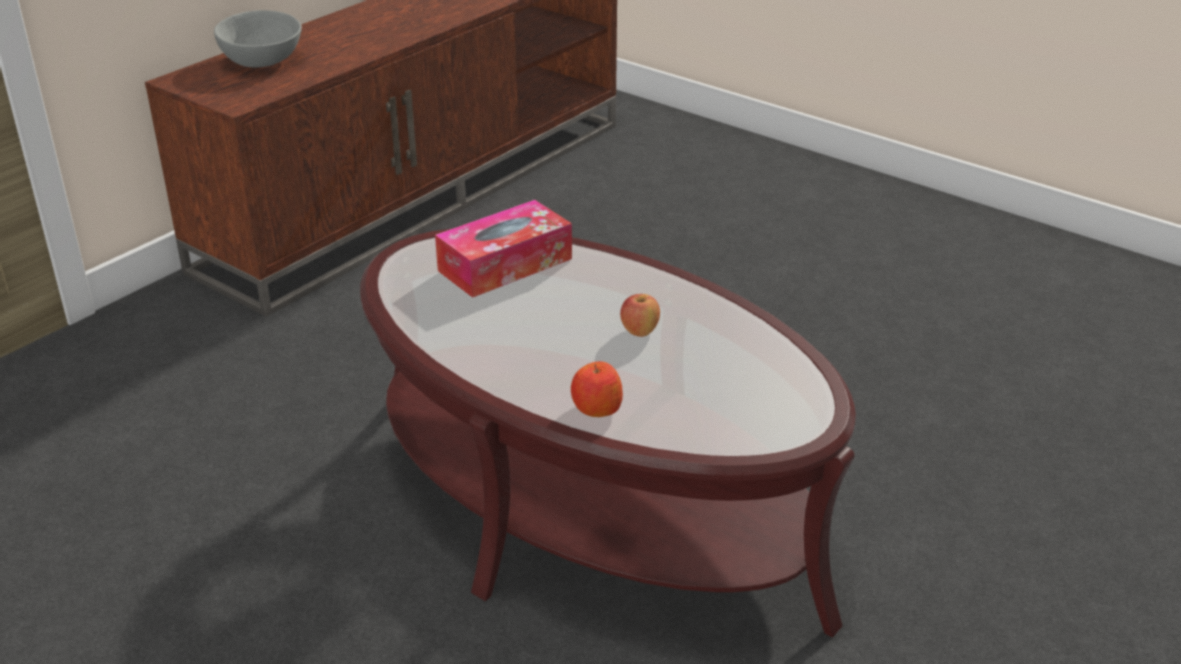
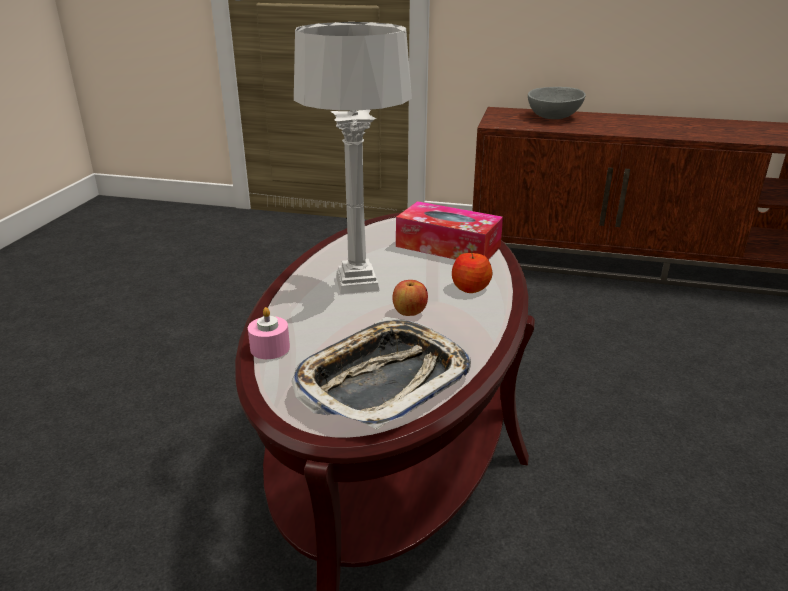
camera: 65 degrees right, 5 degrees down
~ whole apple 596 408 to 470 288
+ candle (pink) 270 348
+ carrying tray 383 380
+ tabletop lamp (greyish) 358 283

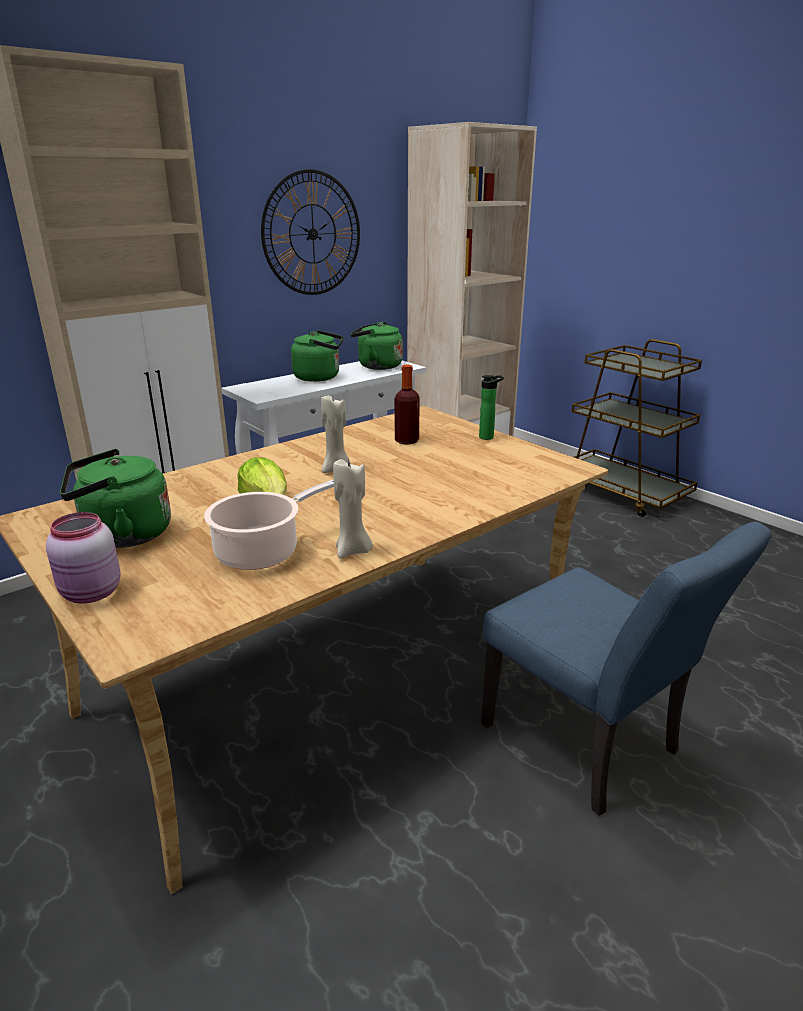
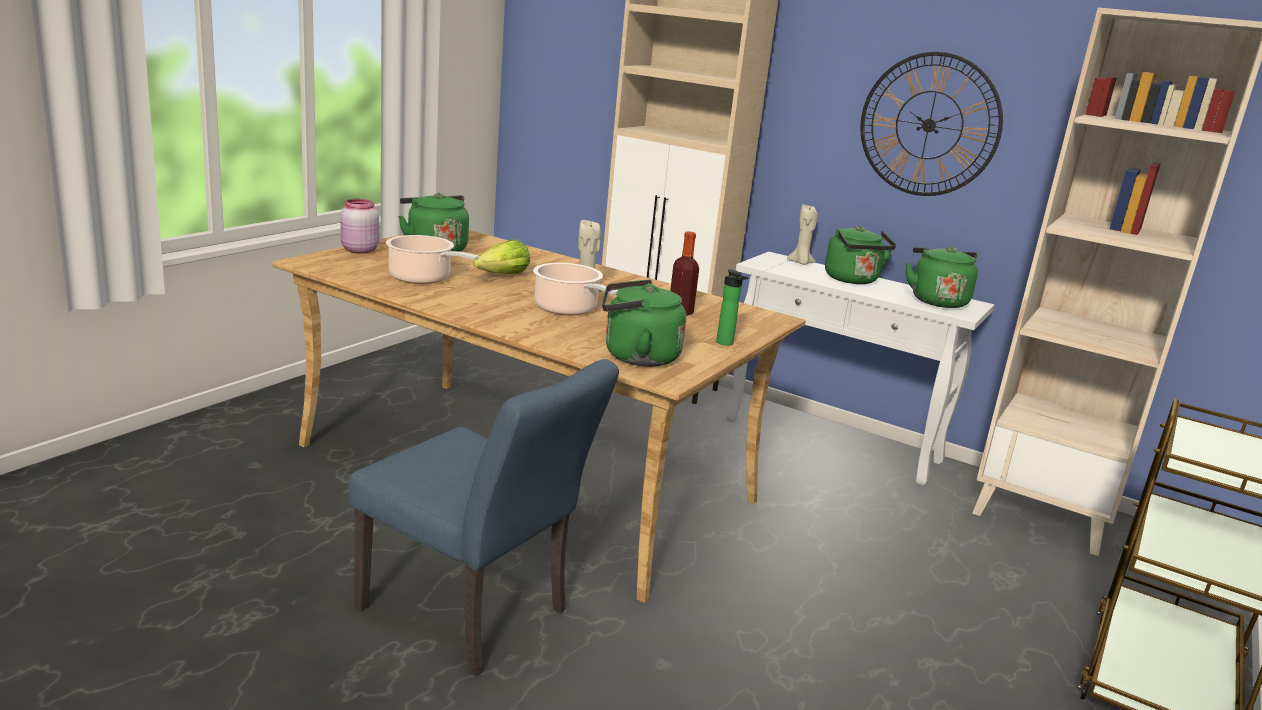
camera: 70 degrees right, 5 degrees down
~ candle (sand-coloured) 353 551 to 801 263
~ plain chair (blue-coloured) 590 746 = 474 616 90 degrees counterclockwise
+ cooking pot 568 309
+ tea kettle (greenish) 636 357

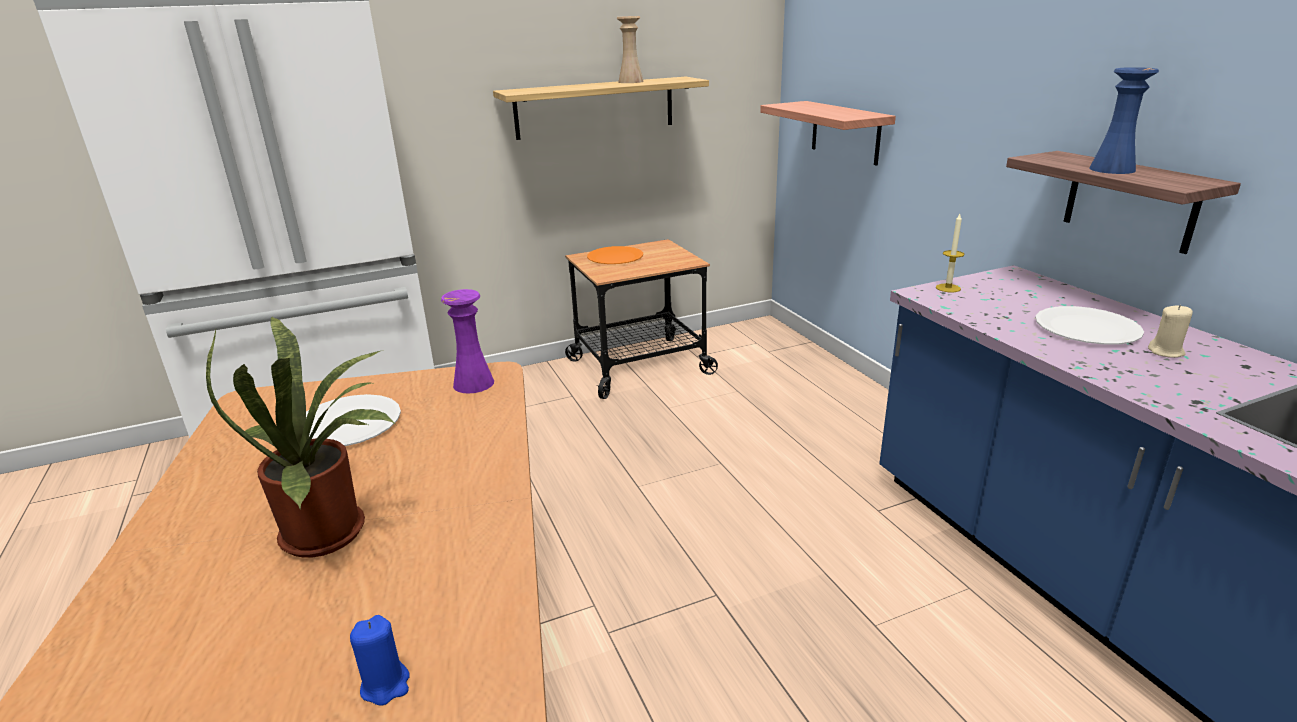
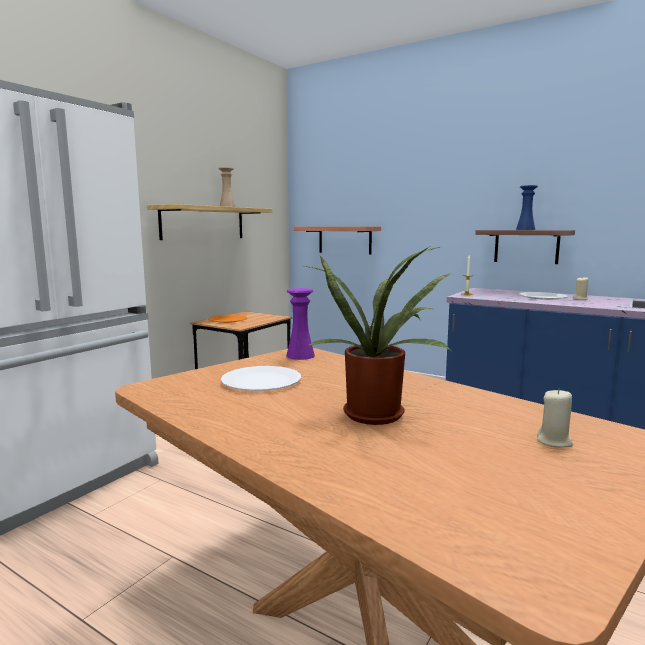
camera: 35 degrees left, 15 degrees down
~ candle (blue-coloured) 385 685 to candle (sand-coloured) 554 441

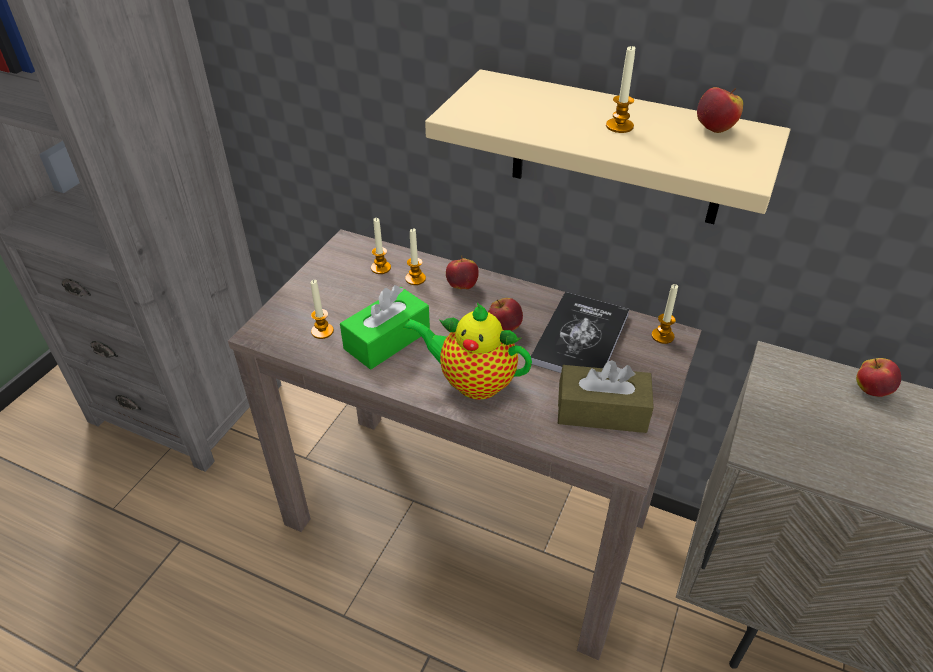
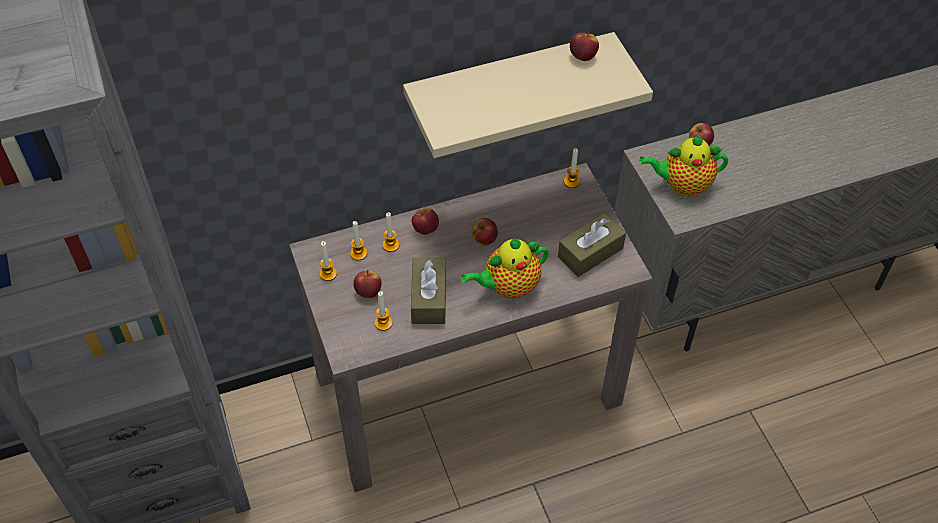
camera: 45 degrees left, 10 degrees up
~ tissue box (greenish) 387 339 to tissue box (brownish) 429 298
- book 580 338
~ candle 619 126 to 328 274
+ whole apple 368 291
+ tea pot 682 185

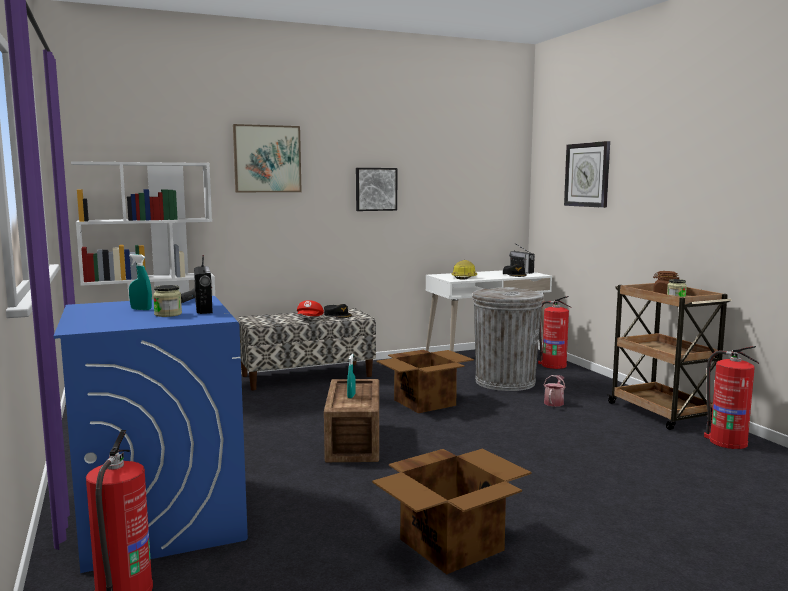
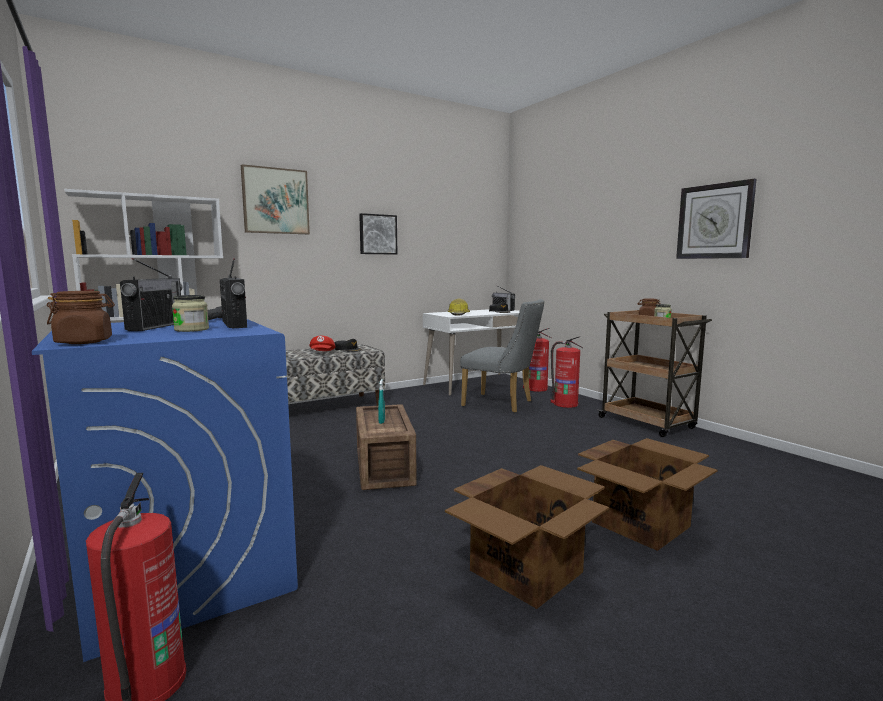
camera: 10 degrees left, 0 degrees up
~ hand sprayer (turquoise) 141 309 to radio set 155 327
~ carton 425 402 to 642 524
~ rubbish bin (greyish) 505 382 to plain chair (greyish) 502 404
- watering pot 554 402
~ clock on the wall 587 175 to 714 221
~ fire-fighting cylinder 727 442 to 565 404
+ storage jar (brownish) 85 342

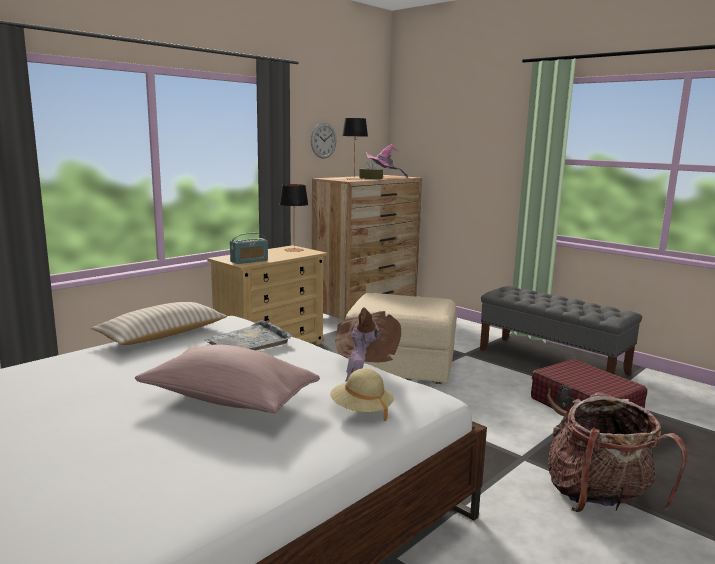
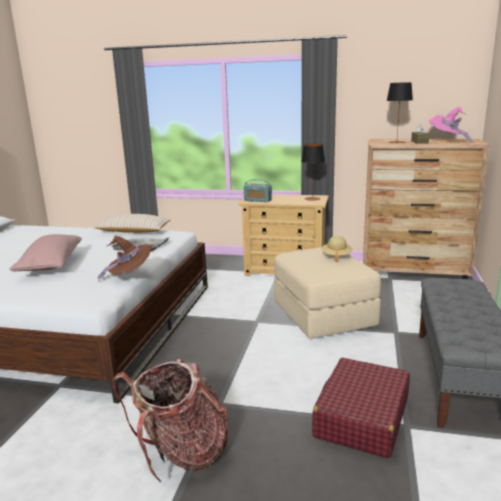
camera: 60 degrees right, 5 degrees up
- clock on the wall 323 140
~ clothing hat (sand-coloured) 361 410 to 336 256

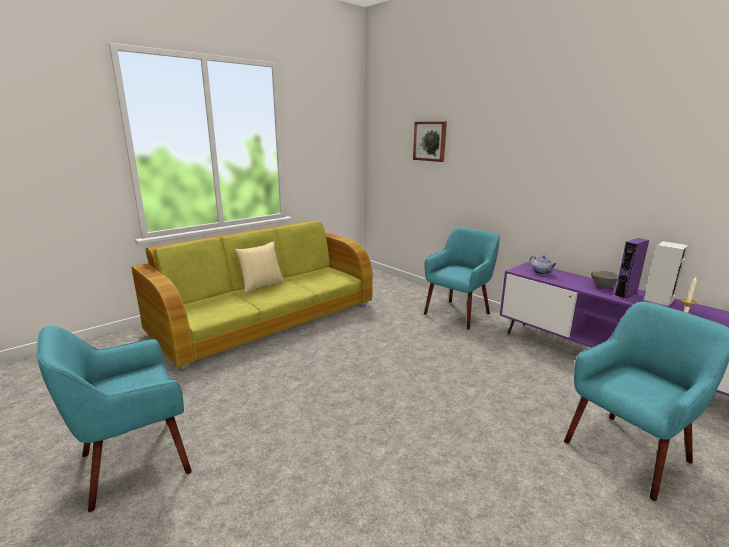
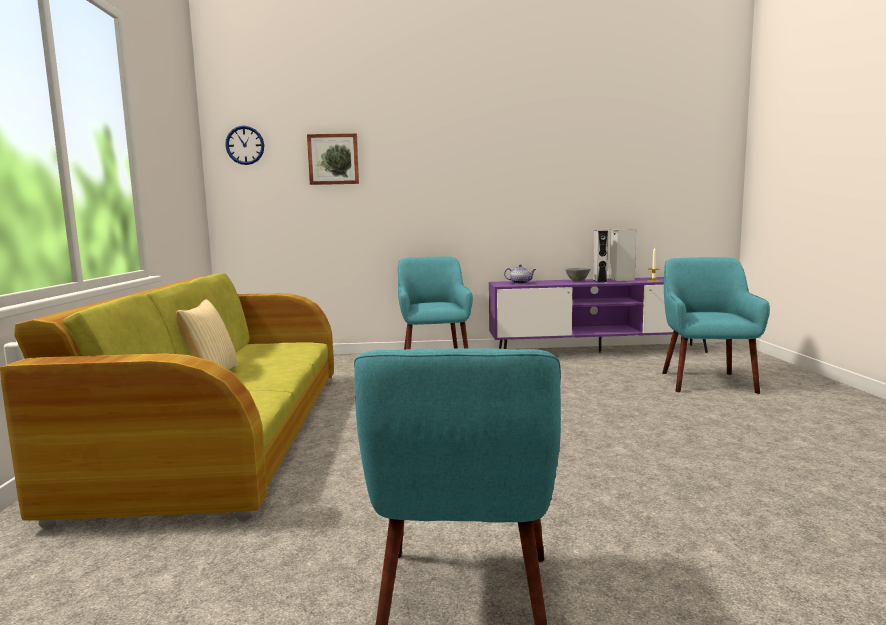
camera: 50 degrees left, 10 degrees down
~ speaker (purple-coloured) 625 294 to speaker (greyish) 599 281
+ clock on the wall 245 145

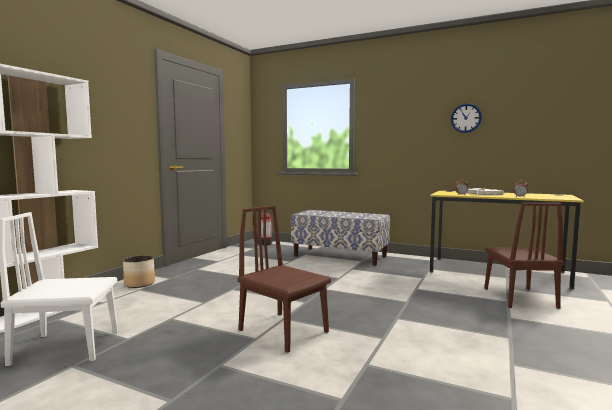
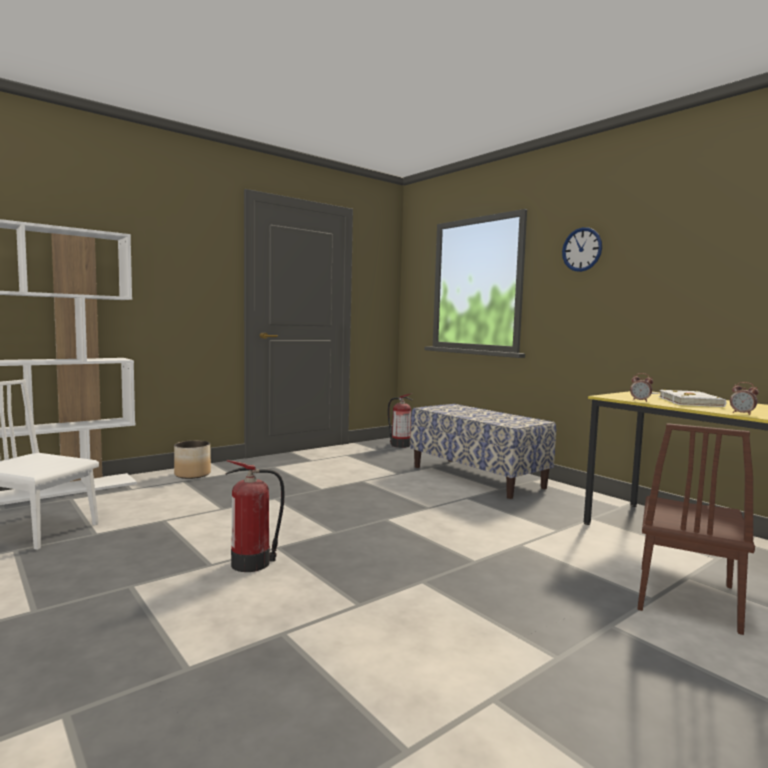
camera: 25 degrees right, 0 degrees up
~ plain chair (brownish) 283 331 to fire-fighting cylinder 253 563
~ clock on the wall 466 118 to 582 249

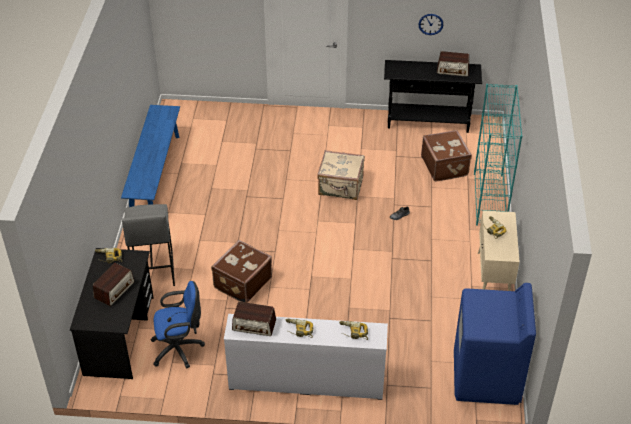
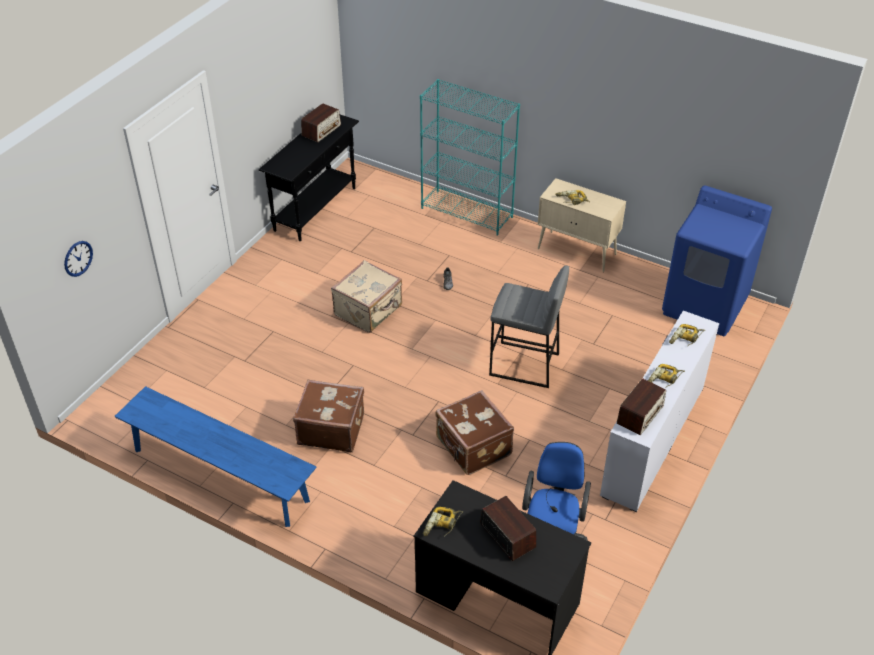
camera: 65 degrees left, 0 degrees up
~ sitting stool (greyish) 153 270 to 524 365
~ clock on the wall 430 24 to 78 258
~ travel case (brownish) 445 166 to 331 429

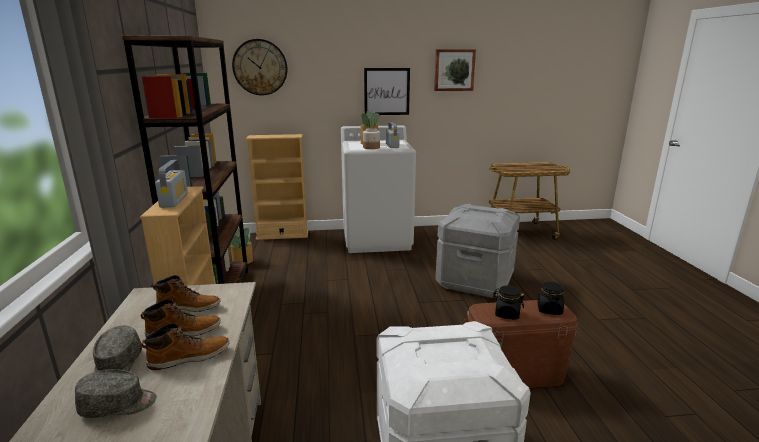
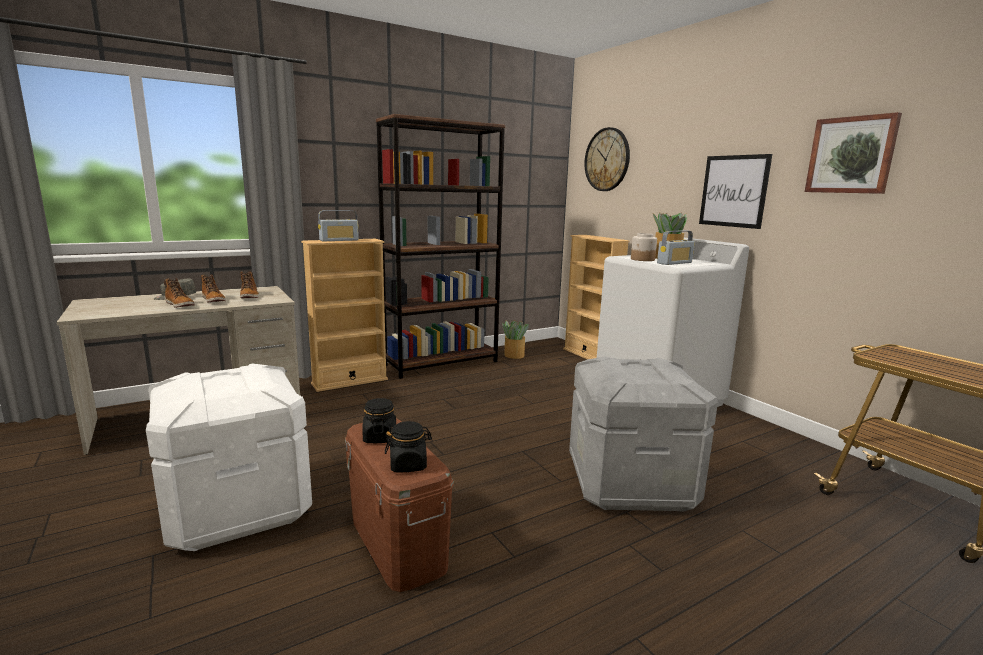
camera: 65 degrees right, 5 degrees down
- cap (greyish) 118 405

